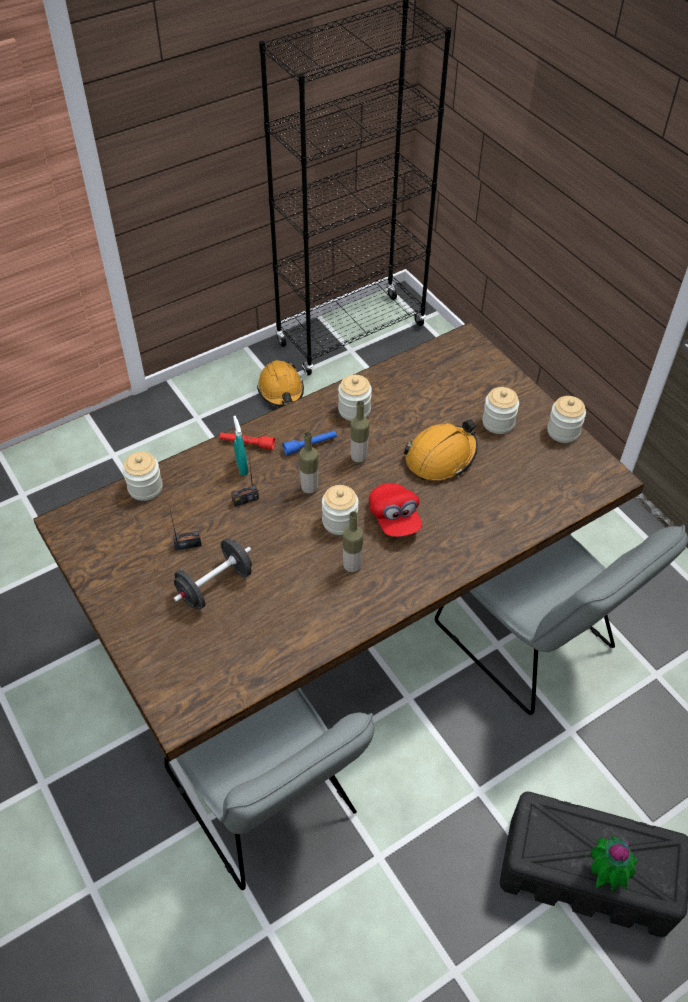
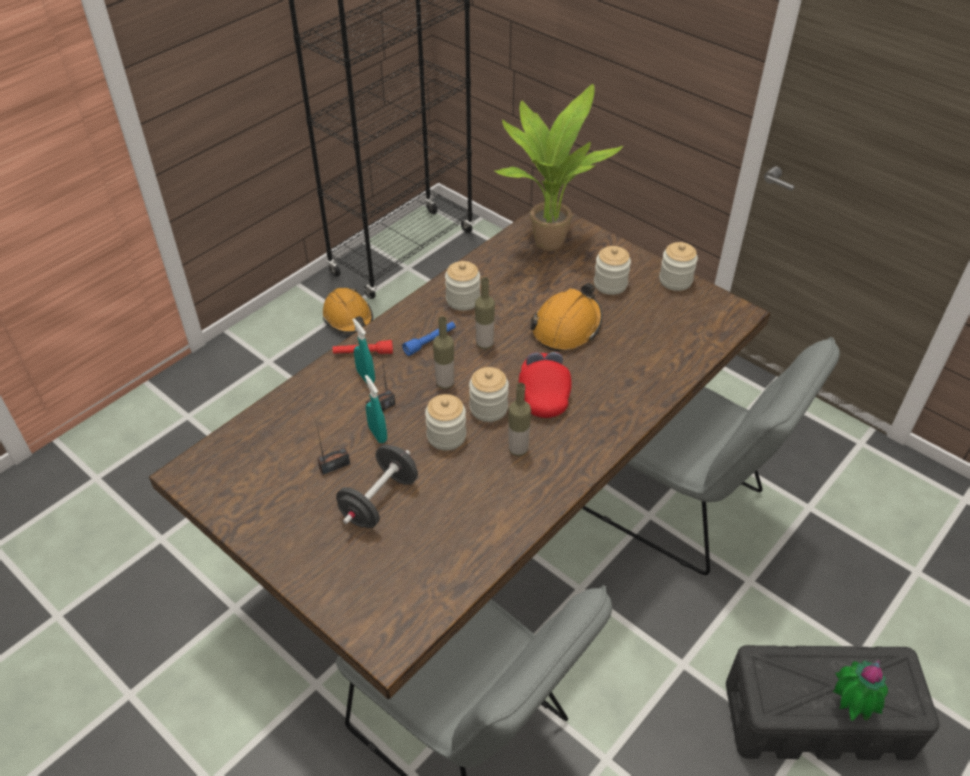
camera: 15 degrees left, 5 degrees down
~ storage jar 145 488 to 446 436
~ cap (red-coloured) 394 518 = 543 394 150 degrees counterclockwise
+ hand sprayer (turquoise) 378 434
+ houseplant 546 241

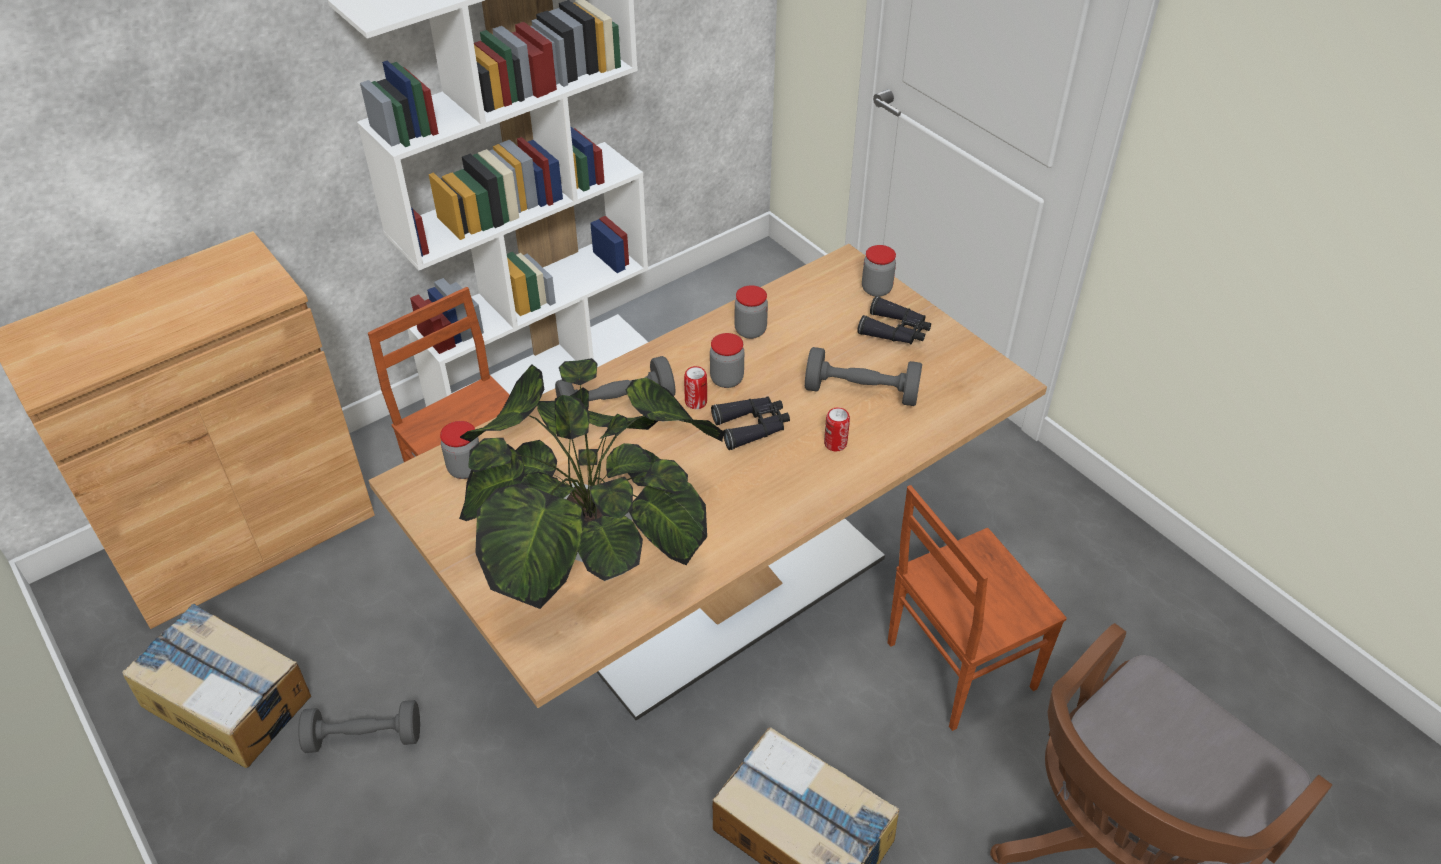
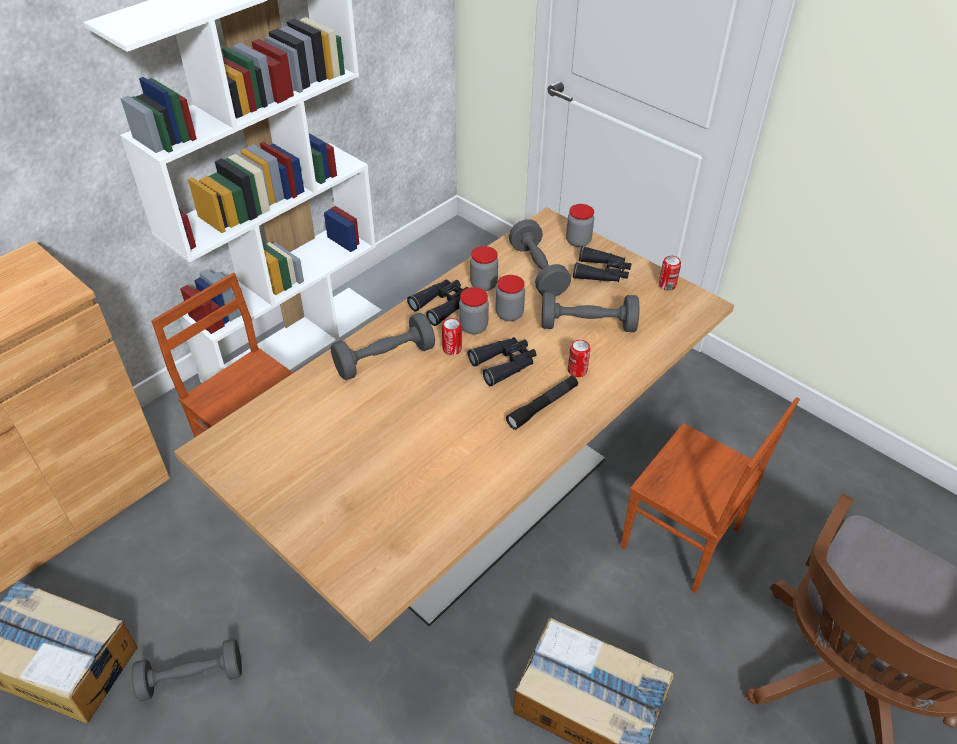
camera: 10 degrees left, 0 degrees up
~ storage jar 465 469 to 509 314
- houseplant 591 537
~ plain chair (brownish) 957 665 = 681 540 105 degrees counterclockwise
+ pair of binoculars (black-coloured) 443 305
+ hand torch (black-coloured) 543 406
+ dumbbell (greyish) 538 271
+ can 667 285

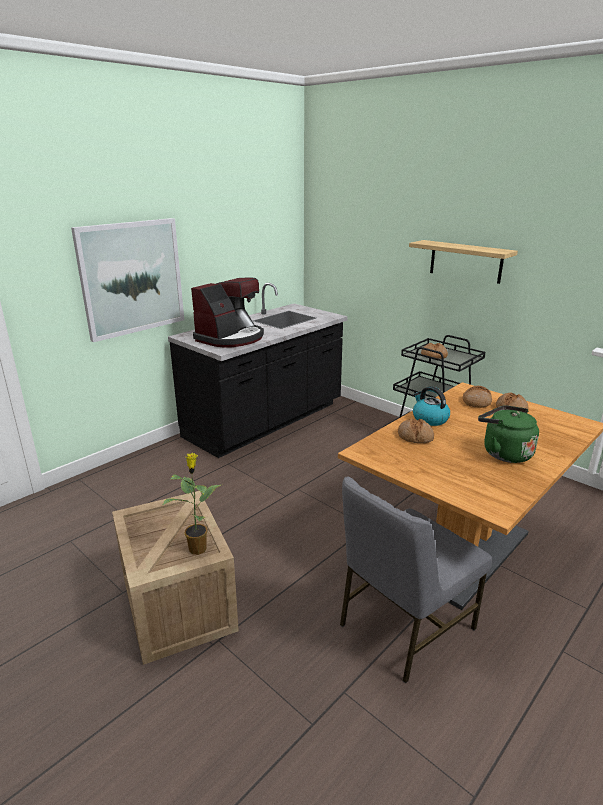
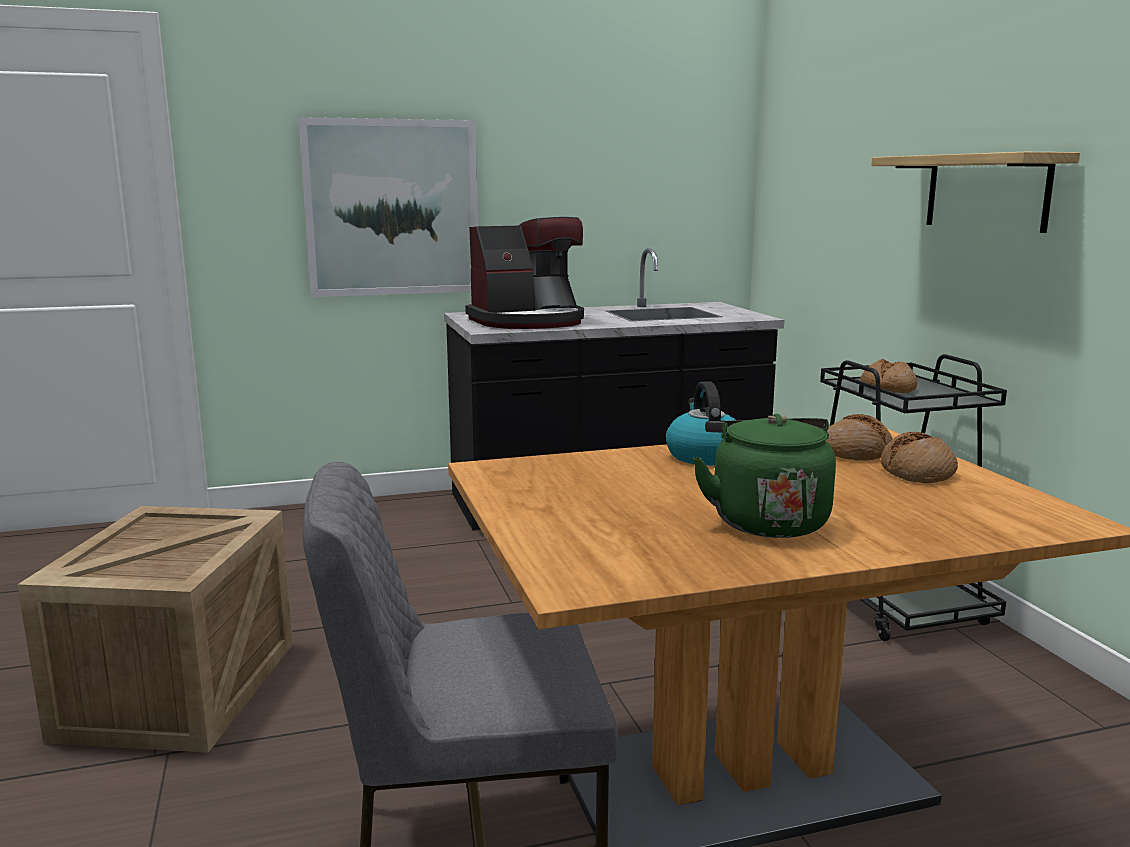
camera: 30 degrees right, 10 degrees down
- houseplant 198 548
- baked bread 415 436

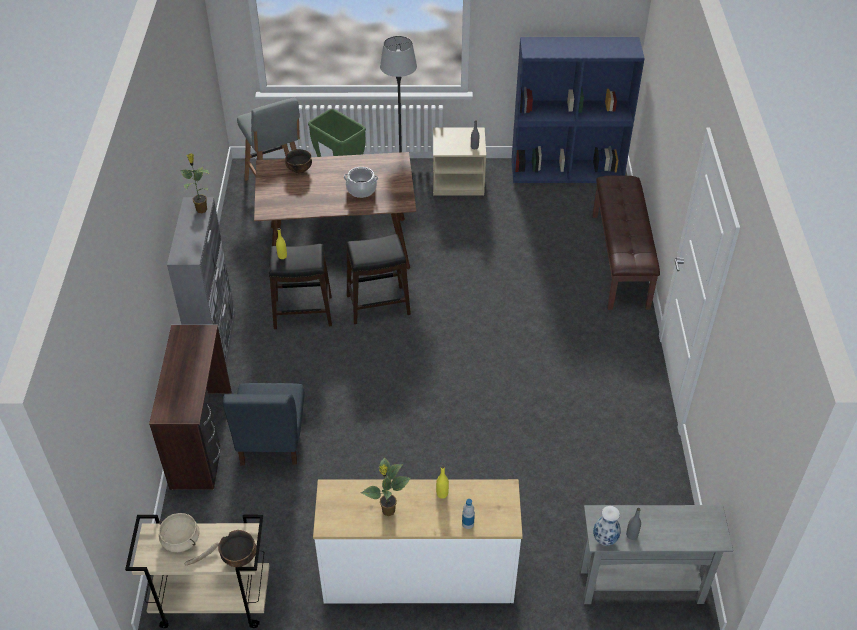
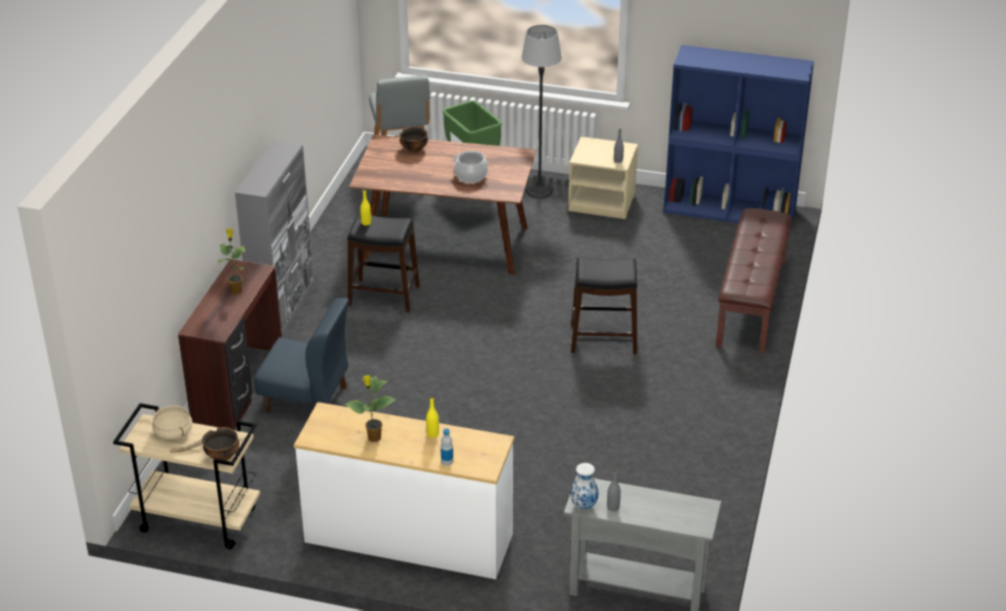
camera: 15 degrees right, 10 degrees down
~ houseplant 201 209 to 236 290
~ plain chair (blue-coloured) 271 440 = 307 399 90 degrees counterclockwise
~ sitting stool (black-coloured) 378 304 to 603 339

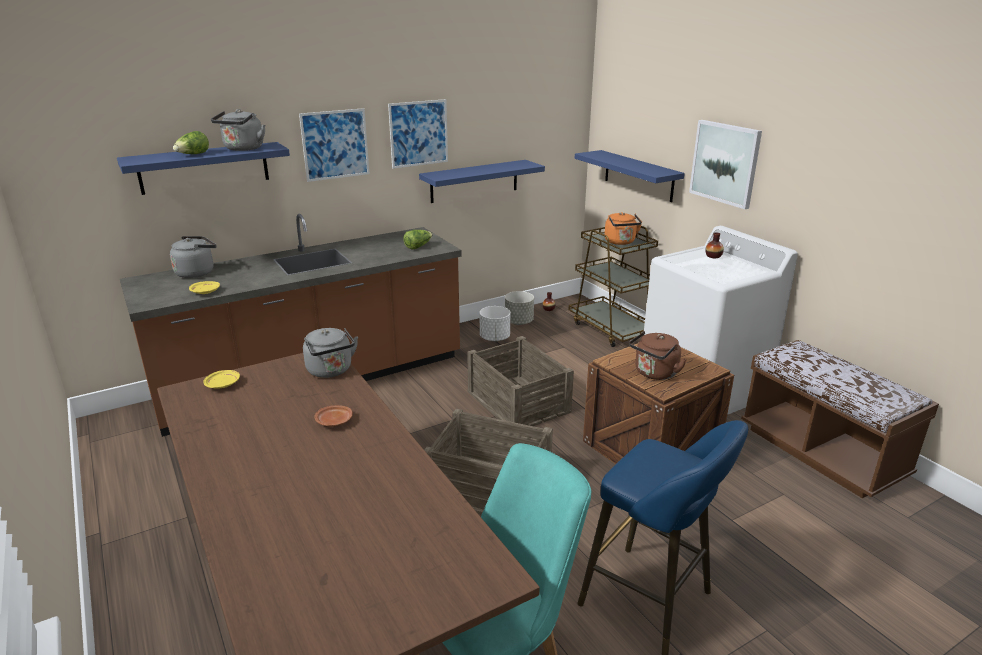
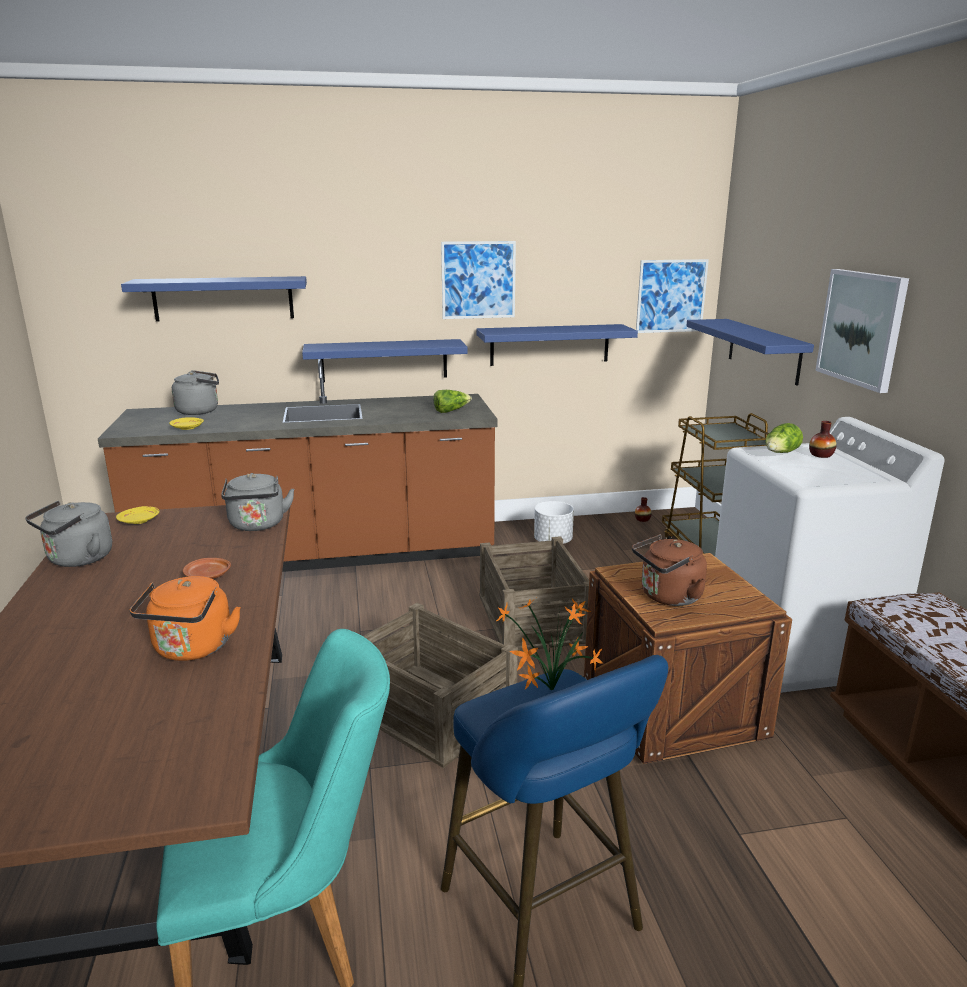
camera: 20 degrees right, 5 degrees down
~ head of lettuce 193 155 to 780 453
~ tea kettle (greyish) 243 149 to 77 560
~ wall art 335 144 to 671 296
- plant pot (greyish) 519 322
~ tea kettle (orange) 620 242 to 192 649
+ shelf (blue-coloured) 384 360
+ houseplant 549 692

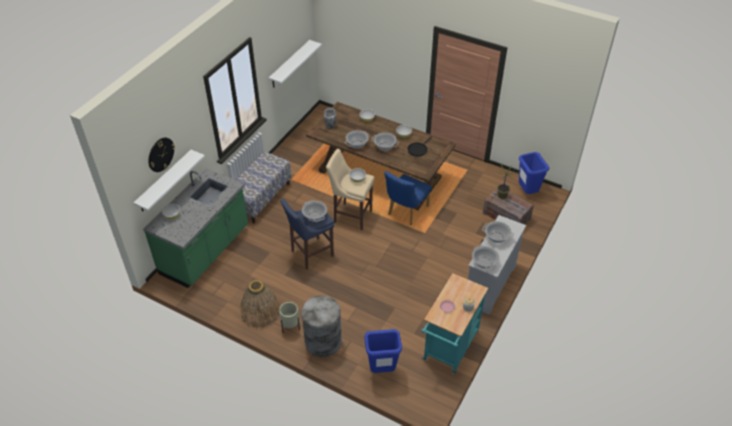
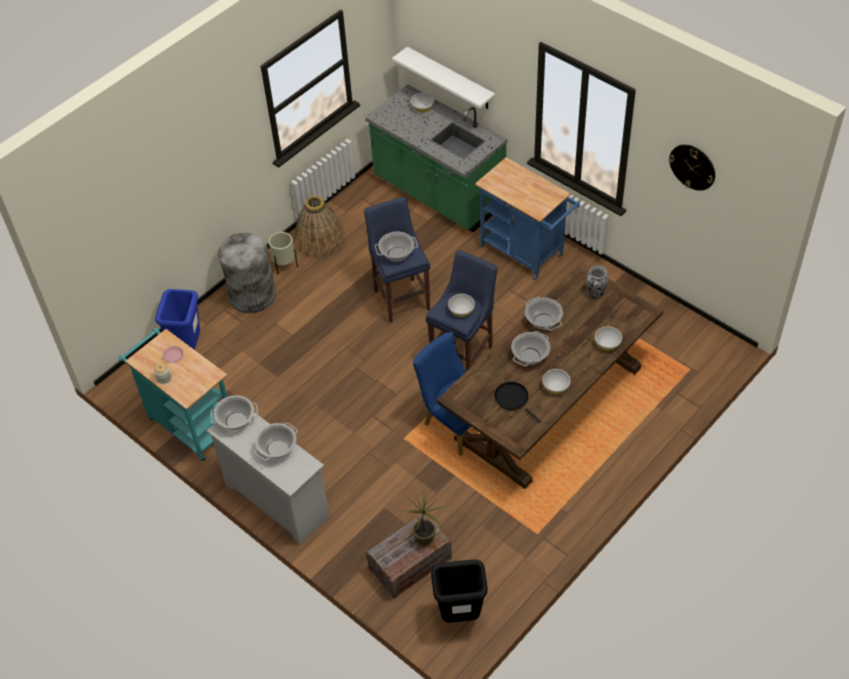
camera: 105 degrees right, 5 degrees up
~ clock on the wall 160 154 to 692 167
~ indoor bench 261 198 to cart (blue-coloured) 525 253
- shelf (white-coloured) 290 64
~ sitting stool (sand-coloured) 351 216 to sitting stool (blue-coloured) 464 353
~ rubbish bin (blue-coloured) 527 192 to rubbish bin (black-coloured) 460 615

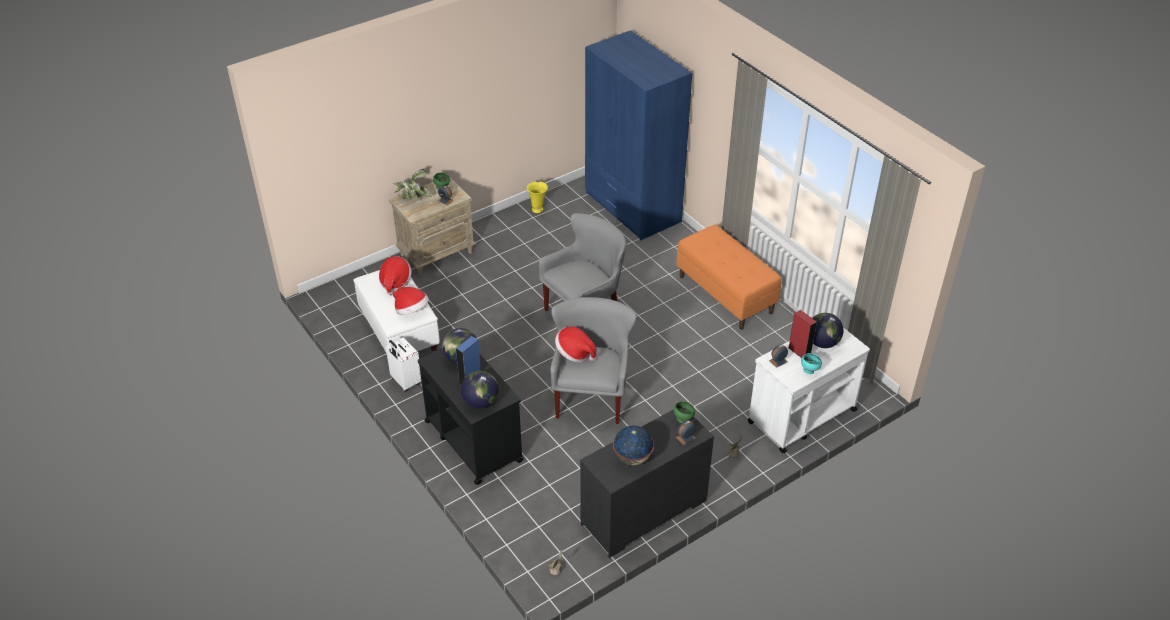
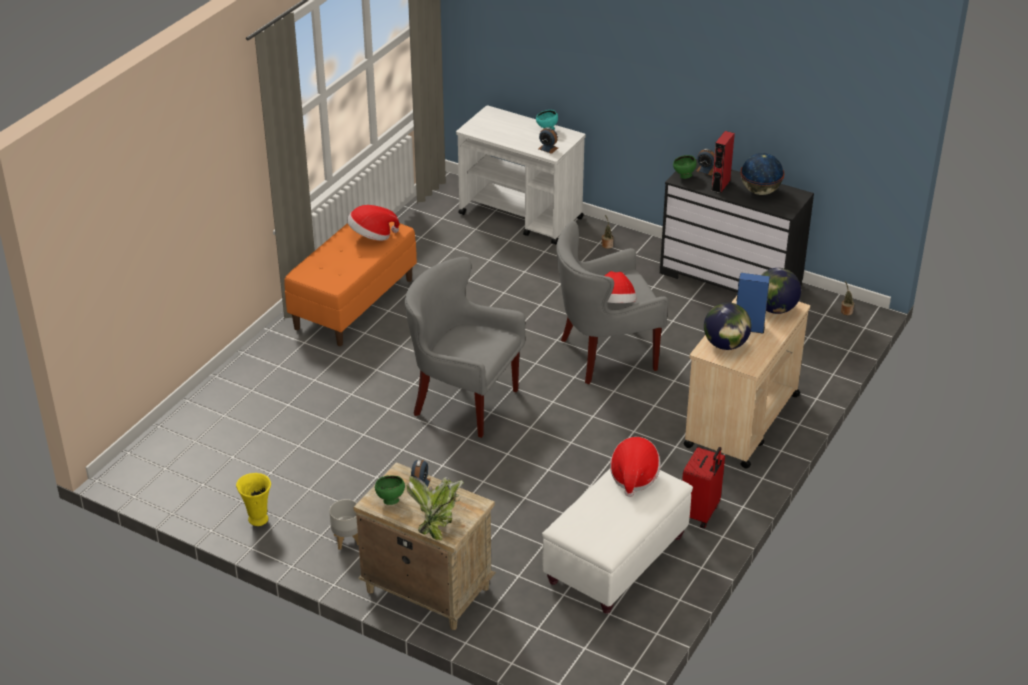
camera: 115 degrees left, 5 degrees down
~ clothing hat 395 282 to 372 236
~ travel case (white-coloured) 405 382 to travel case (red-coloured) 700 513
~ cart (black-coloured) 473 440 to cart (sand-coloured) 741 421
- clothes cupboard (blue-coloured) 632 208
~ speaker (red-coloured) 799 352 to 720 185
- globe 822 343
+ plant pot (greyish) 347 540

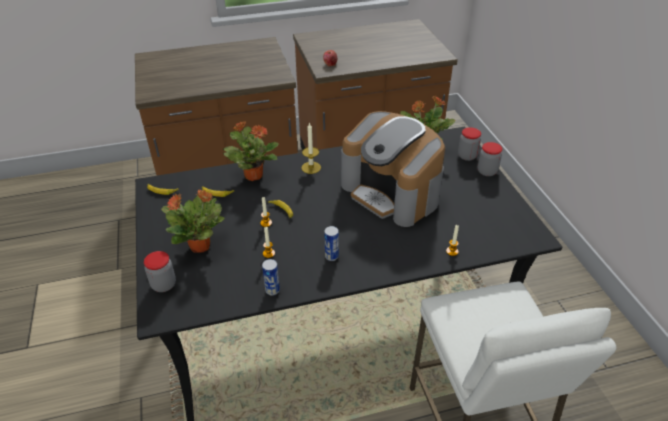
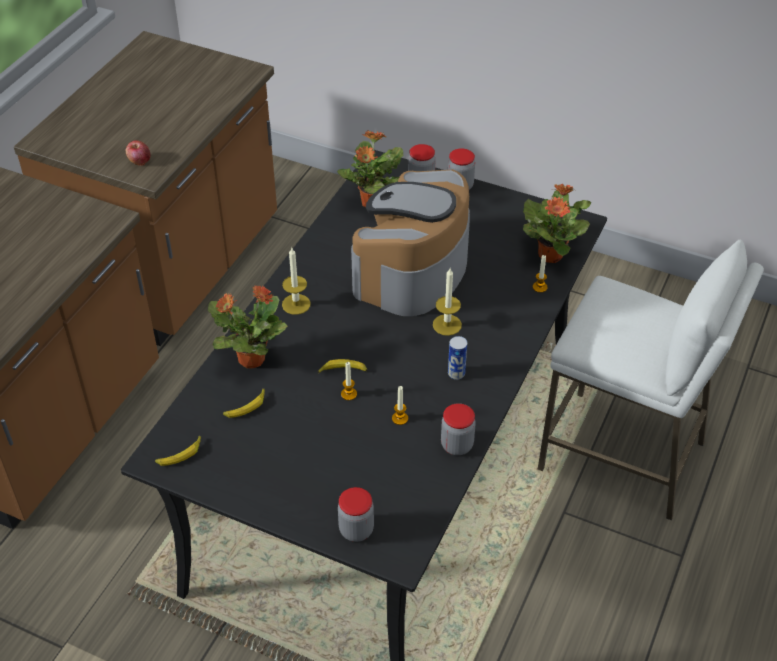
camera: 50 degrees left, 5 degrees up
~ houseplant 201 246 to 551 254
~ can 272 290 to storage jar 457 445
~ coffee machine 392 193 = 412 271 120 degrees clockwise
+ candle 447 325

